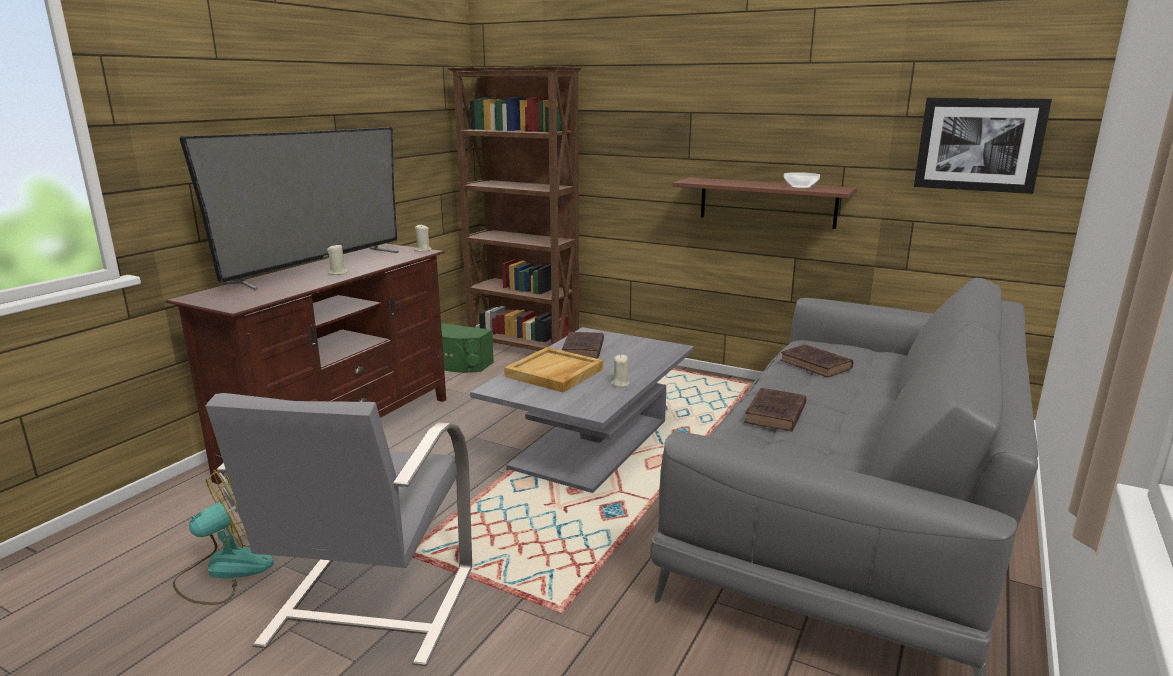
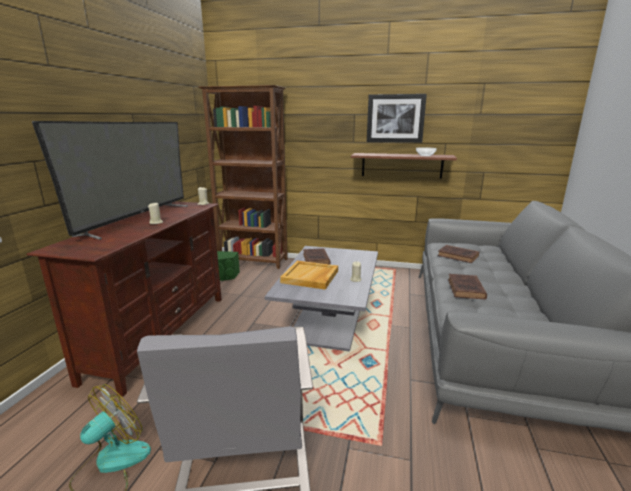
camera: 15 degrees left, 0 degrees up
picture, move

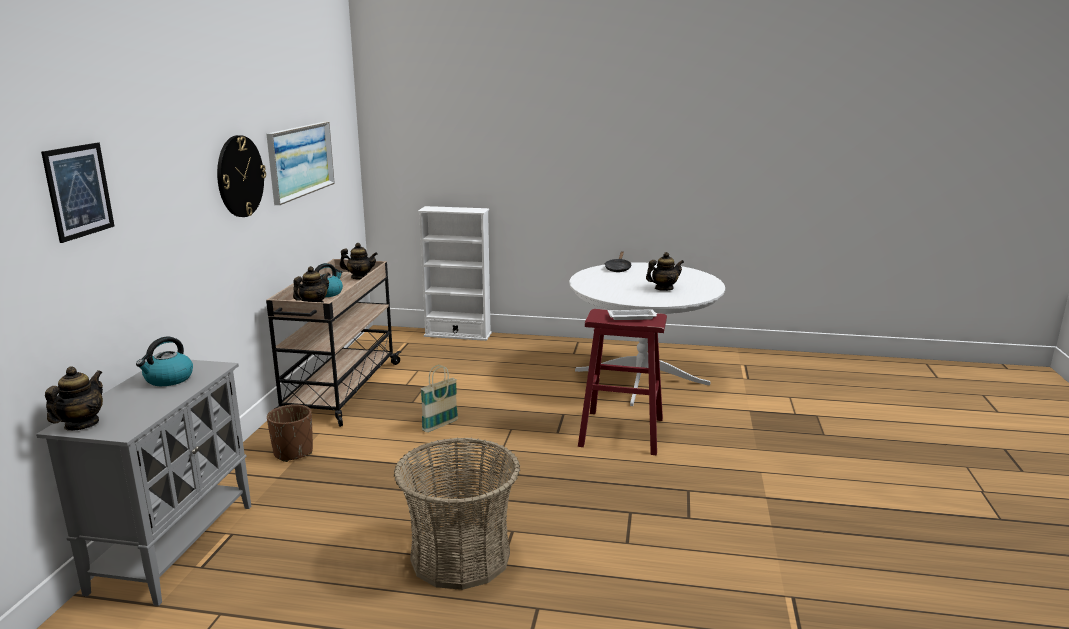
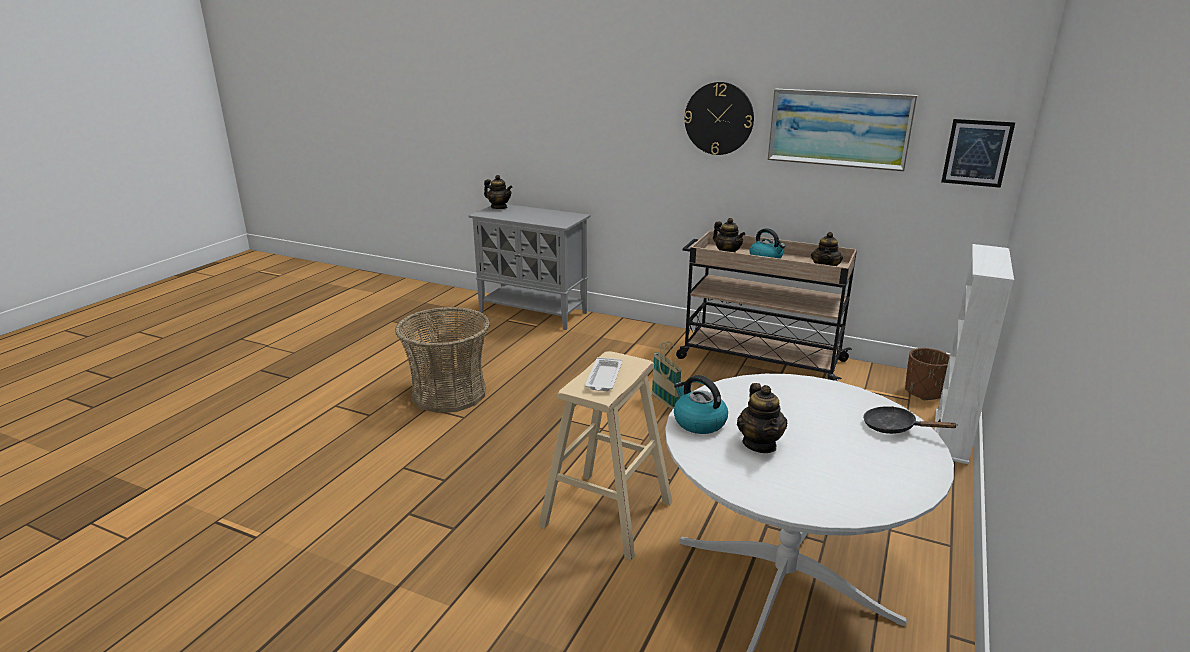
camera: 105 degrees right, 5 degrees up
picture (1st from left in the first image) => picture (2nd from left), move
kettle (1st from left), move
brown-coloured planter, move
red stool seat => beige stool seat

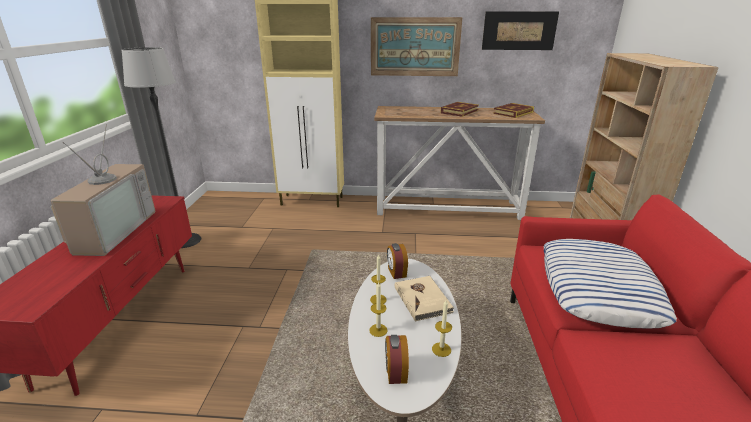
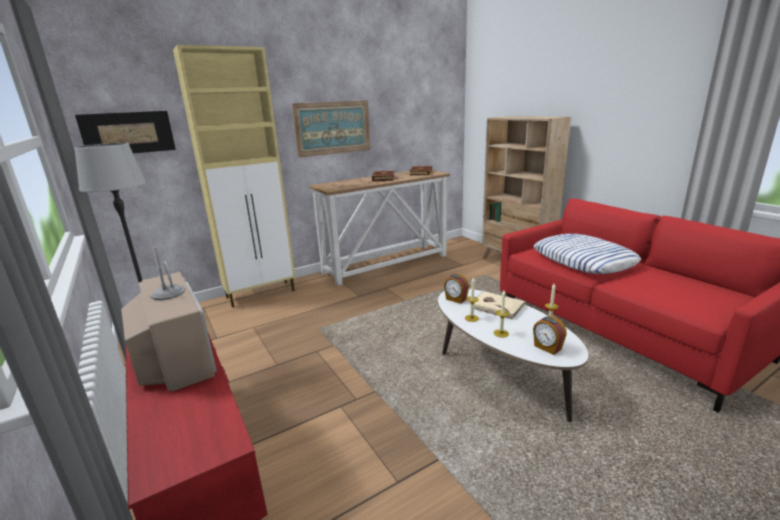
camera: 35 degrees left, 5 degrees down
picture (2nd from left in the first image) => picture (1st from left), move

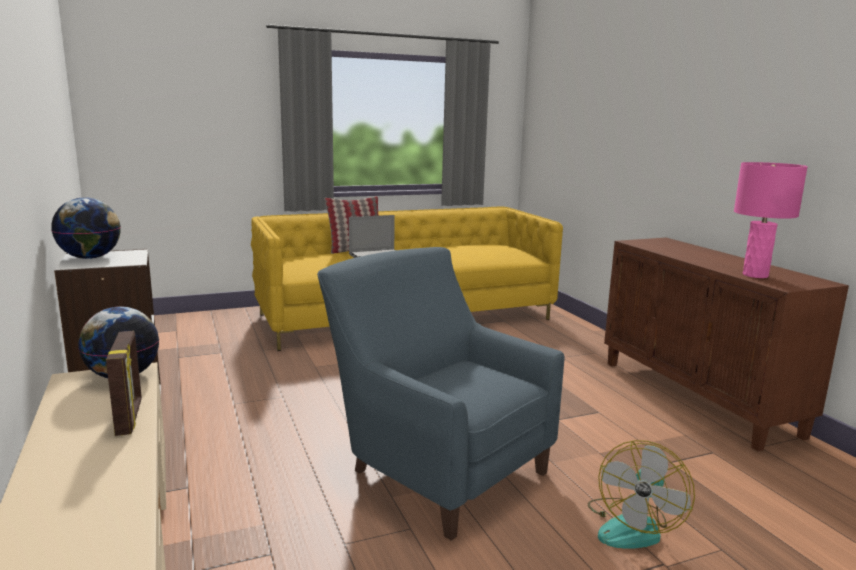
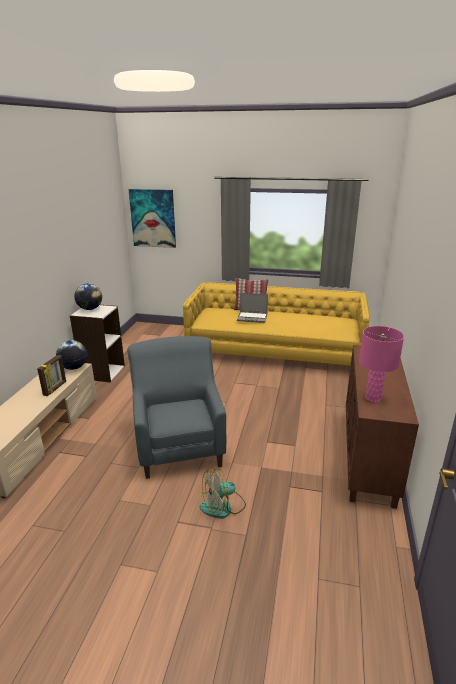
camera: 35 degrees right, 10 degrees up
nothing => picture

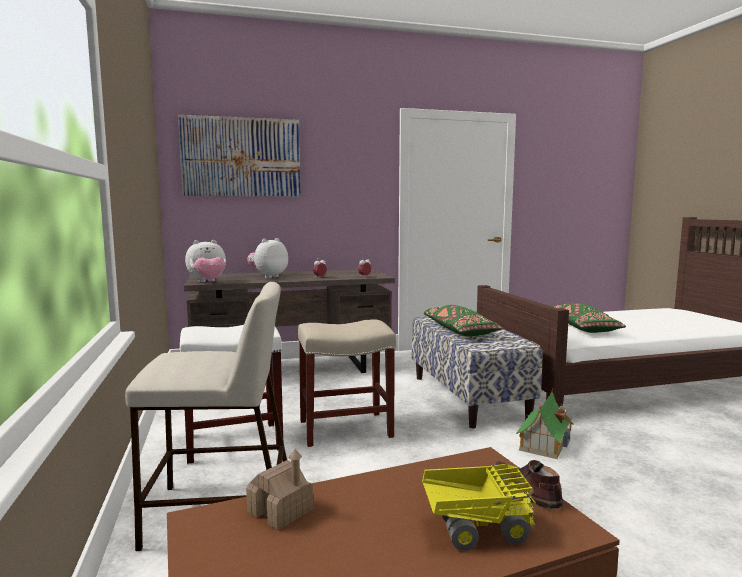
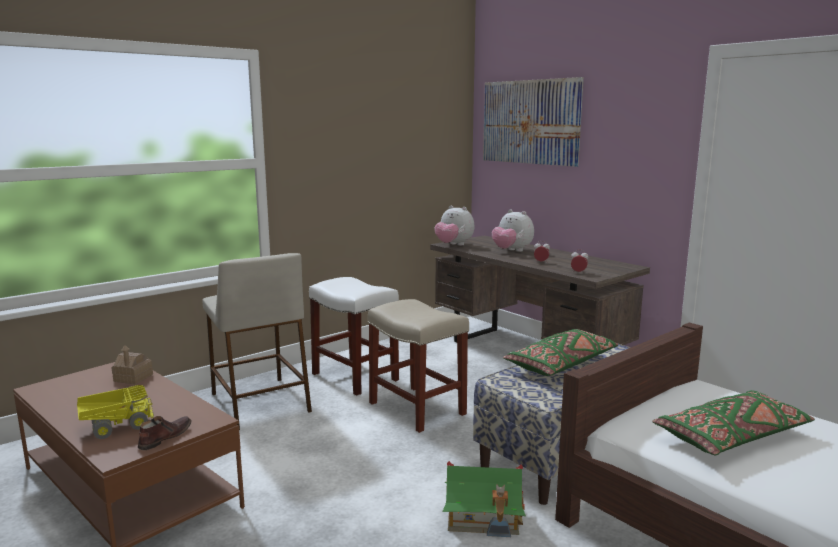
camera: 65 degrees right, 5 degrees up
plush toy (2nd from left), 150 degrees counterclockwise
toy lorry, 90 degrees counterclockwise

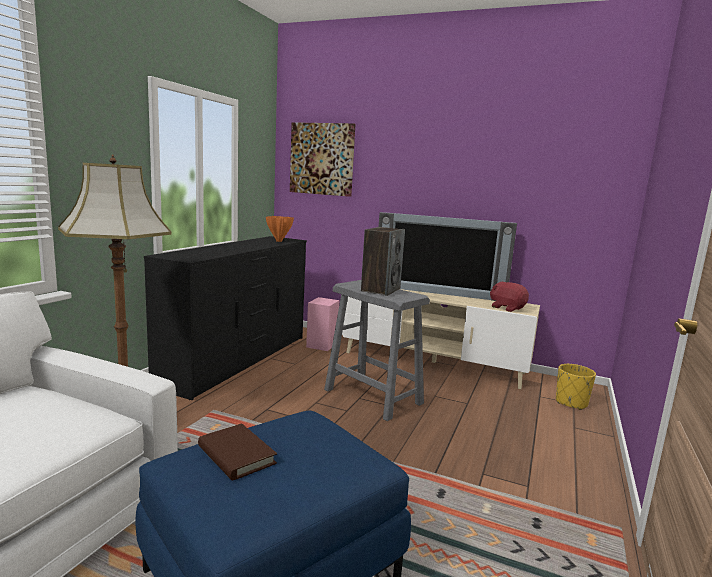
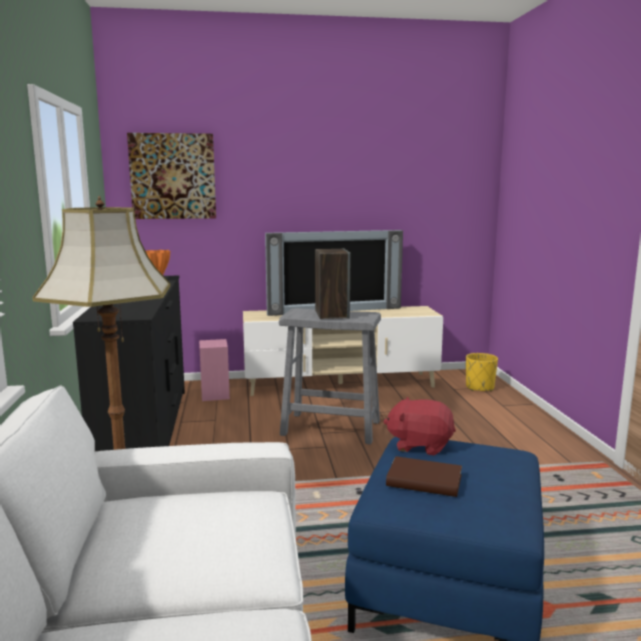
camera: 30 degrees left, 0 degrees up
red plush toy, move

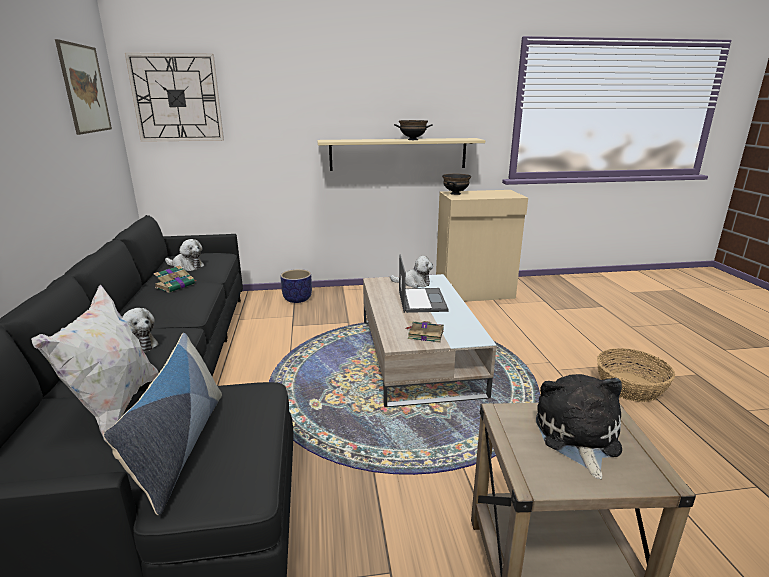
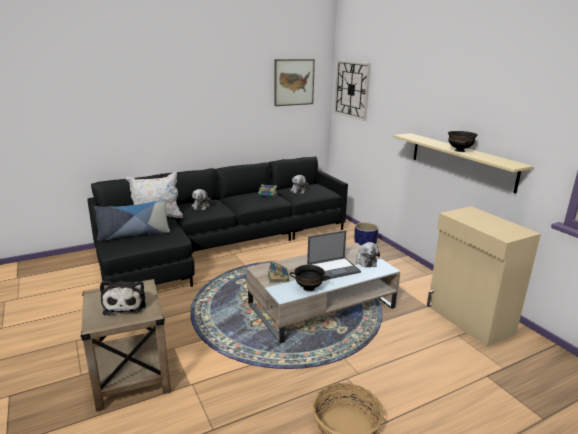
camera: 70 degrees right, 0 degrees up
black-coloured serving bowl (2nd from left in the first image) => black-coloured serving bowl (1st from left), move
plush toy (4th from left in the first image) => plush toy (1st from left), 90 degrees clockwise

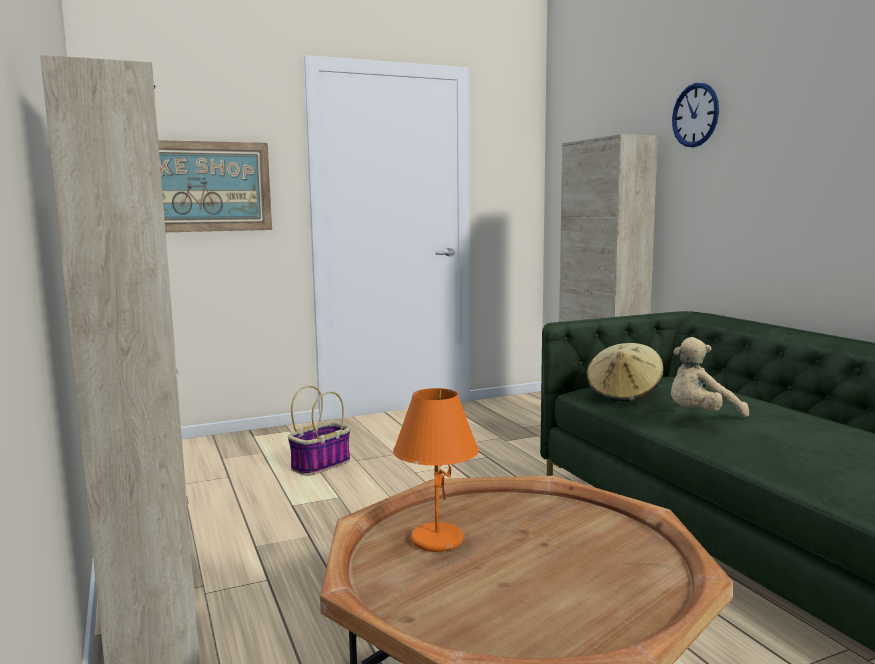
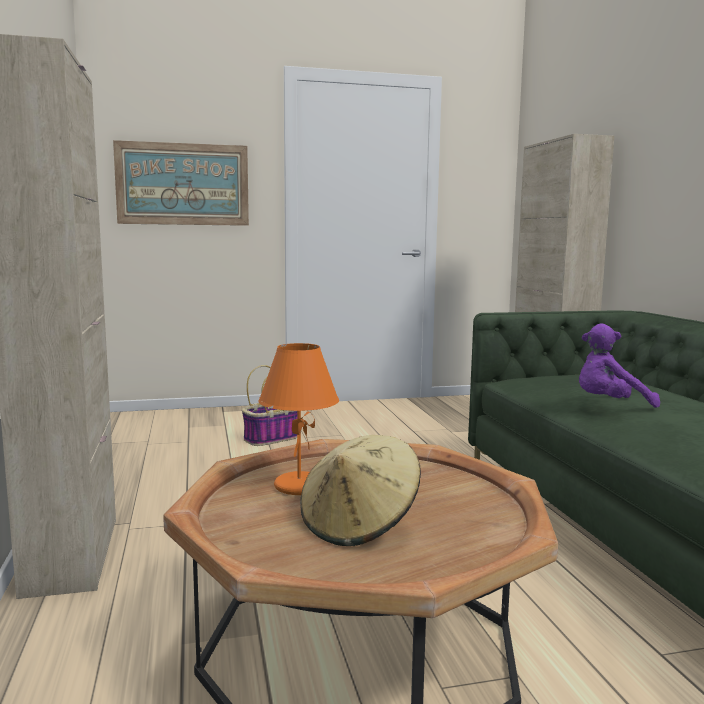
camera: 10 degrees right, 0 degrees up
beige hat, move
beige plush toy => purplish plush toy
hanging clock => nothing

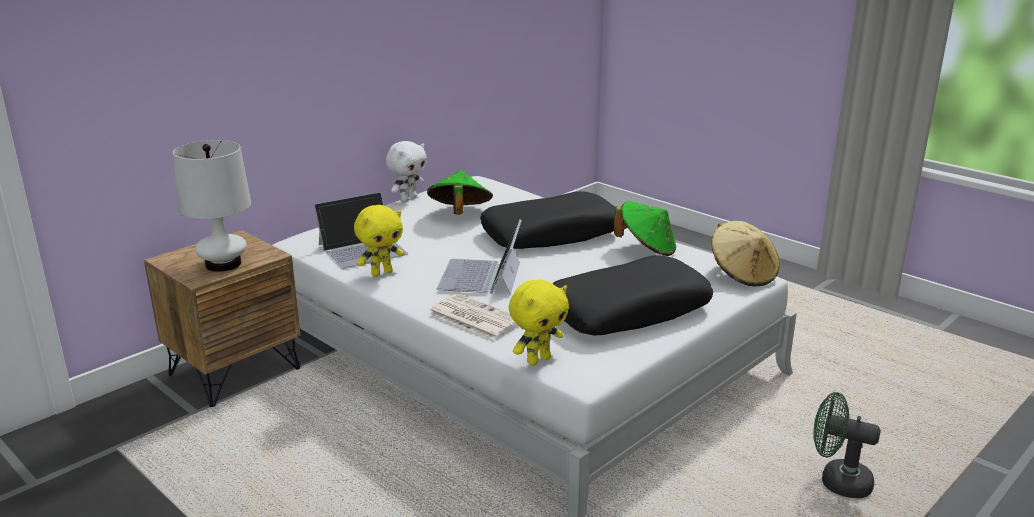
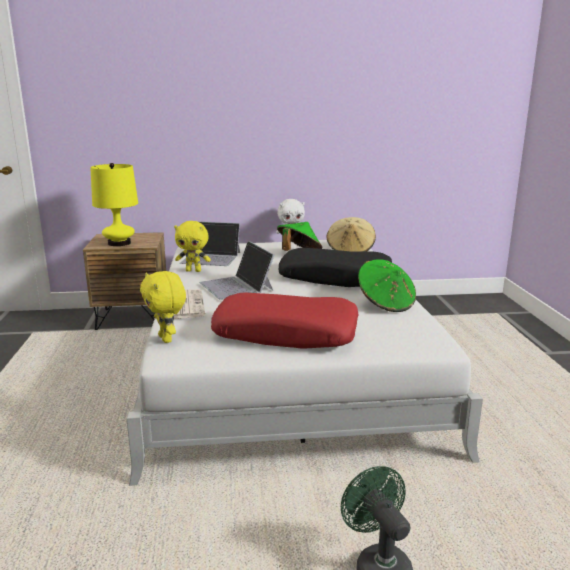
camera: 40 degrees right, 5 degrees down
whitish tabletop lamp => yellow tabletop lamp
laptop (2nd from left), 75 degrees counterclockwise
yellow plush toy (2nd from left in the first image) => yellow plush toy (1st from left), 60 degrees clockwise
black-coloured pillow (2nd from left) => red pillow
beige hat, move

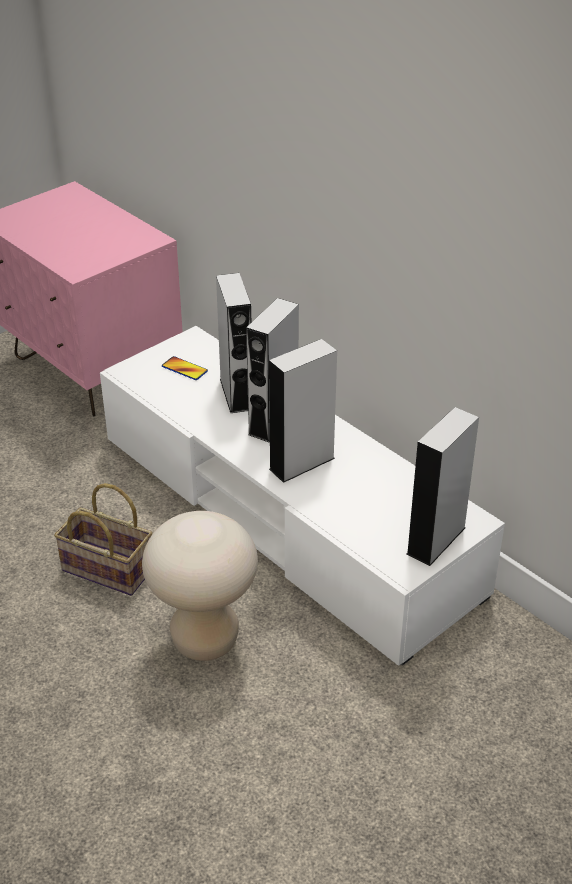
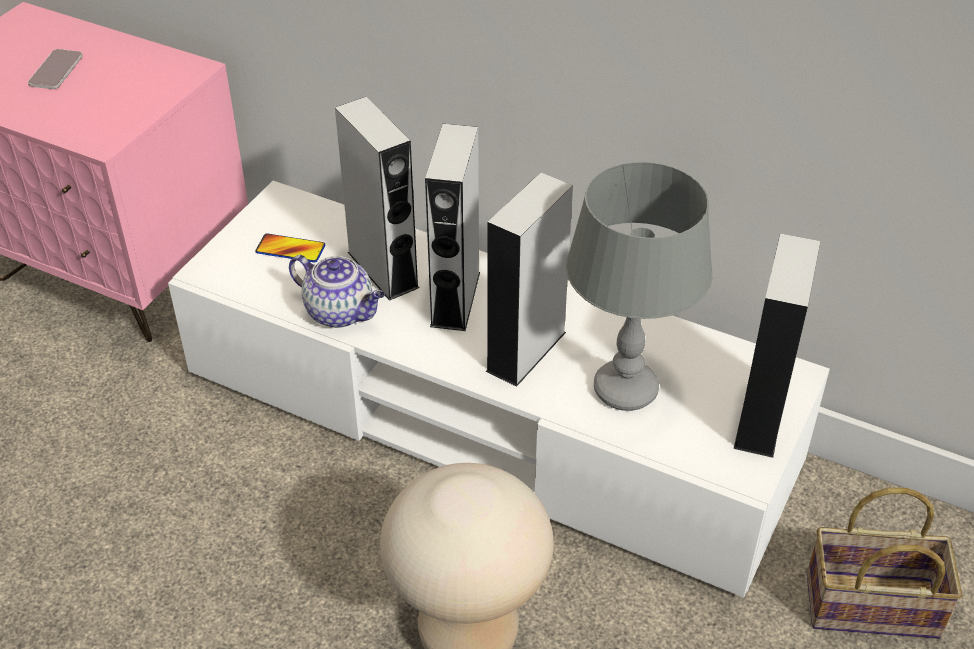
camera: 20 degrees left, 5 degrees up
basket, move
nothing => phone (1st from left)
nothing => pot for tea
nothing => grey tabletop lamp

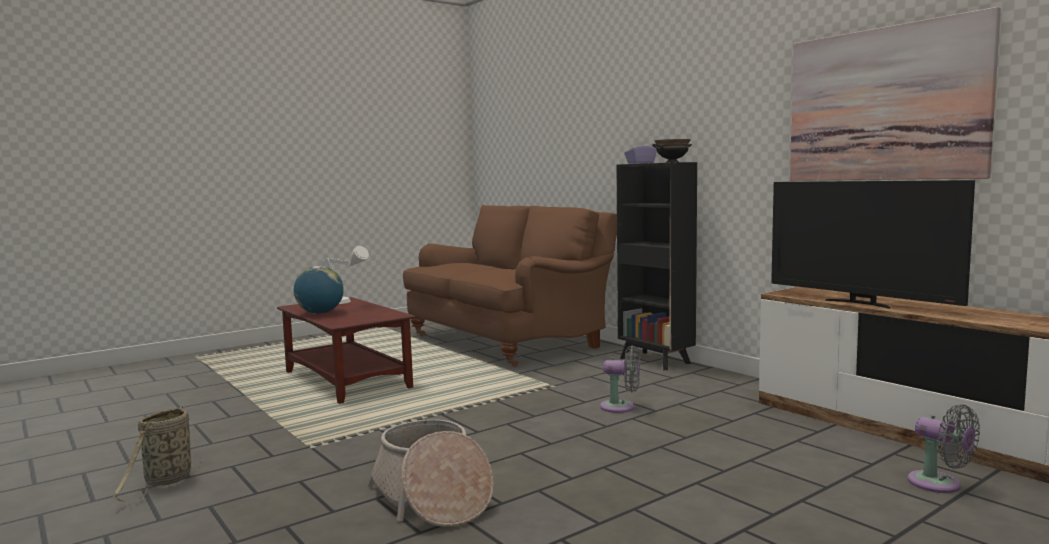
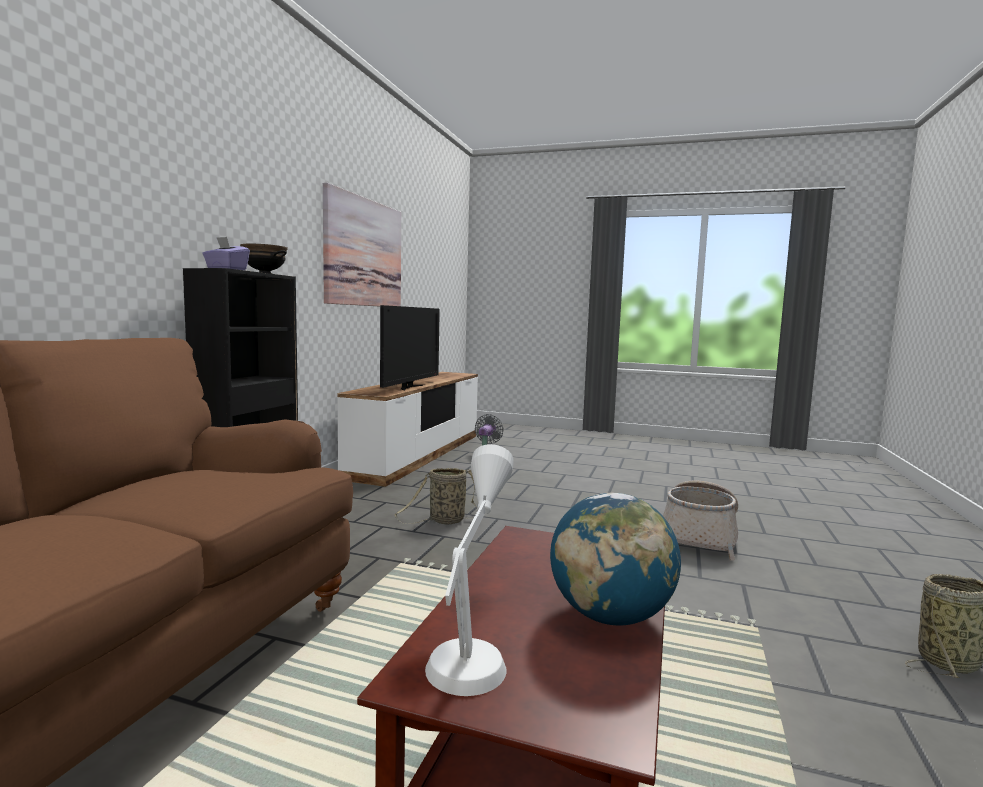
camera: 125 degrees left, 0 degrees up
grey cooling fan (1st from left) => basket (1st from left)

